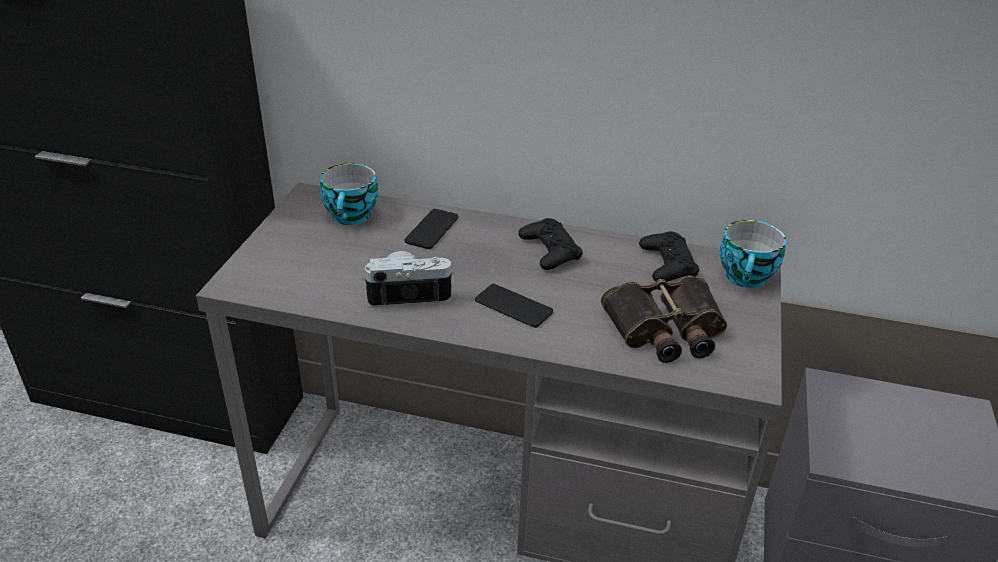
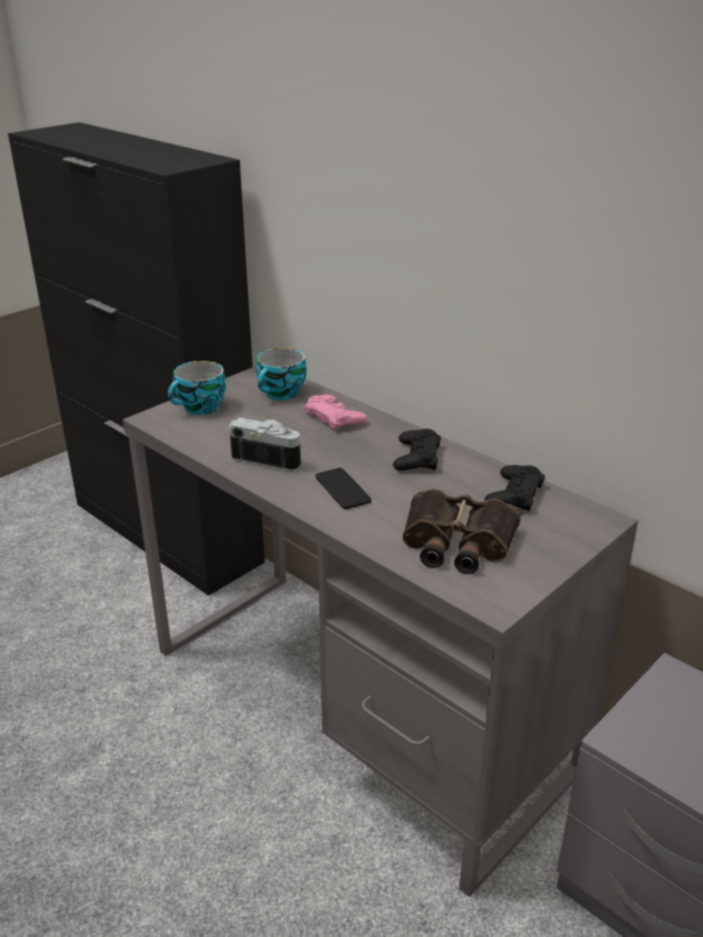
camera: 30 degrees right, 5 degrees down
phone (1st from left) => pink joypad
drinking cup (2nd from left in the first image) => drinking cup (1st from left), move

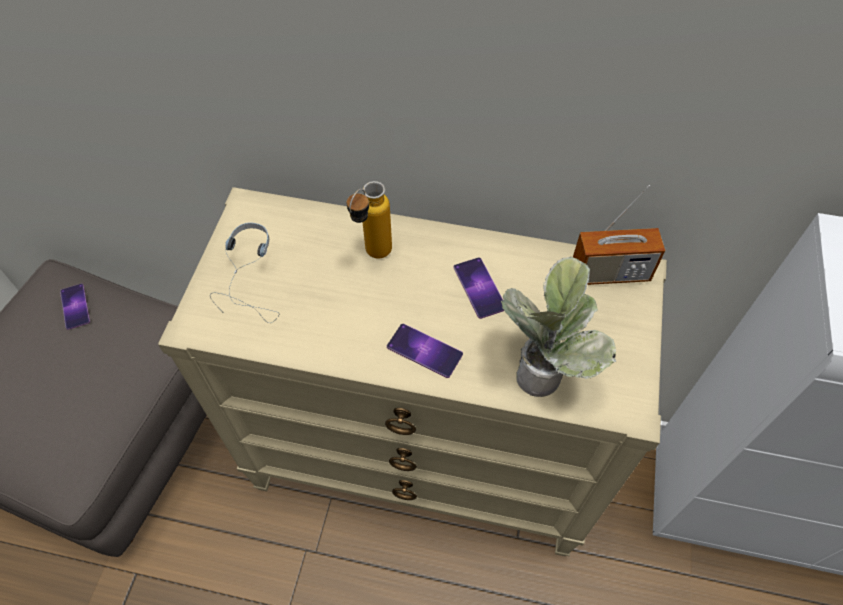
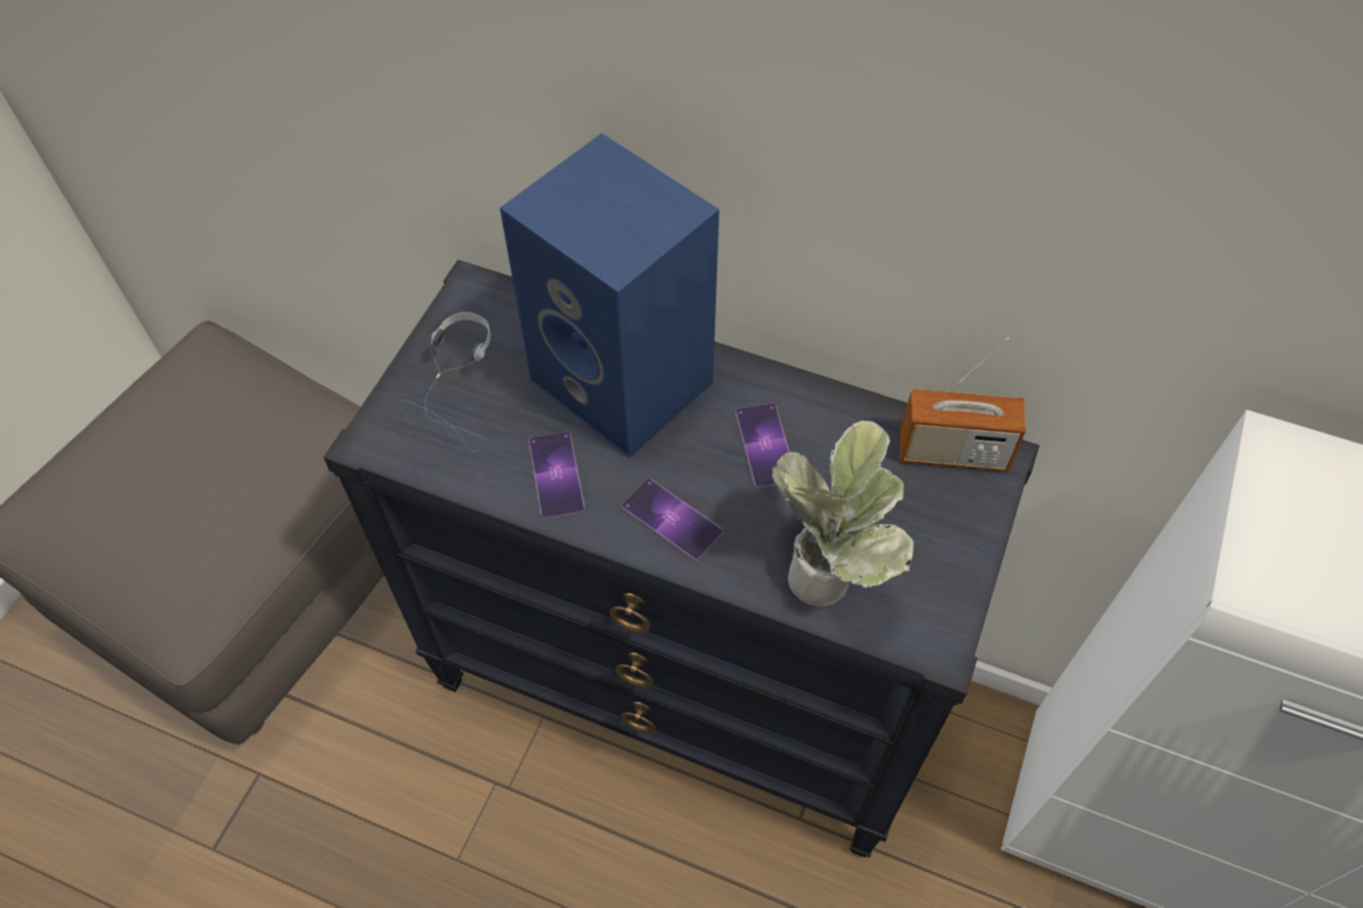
camera: 10 degrees right, 0 degrees up
phone (1st from left), move
beige chest of drawers => black-coloured chest of drawers
beverage bottle => blue-coloured audio speaker

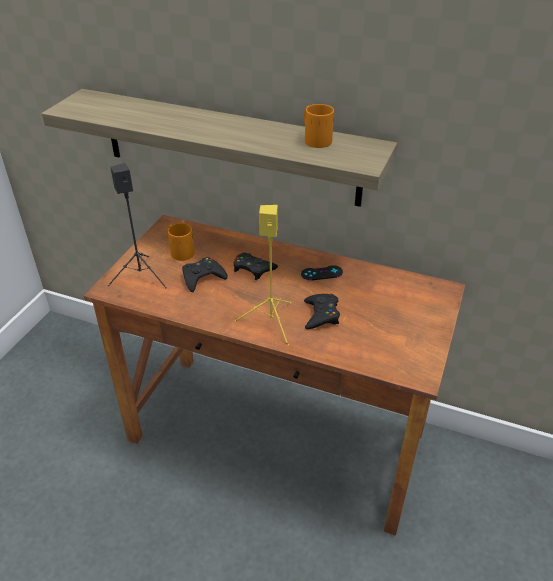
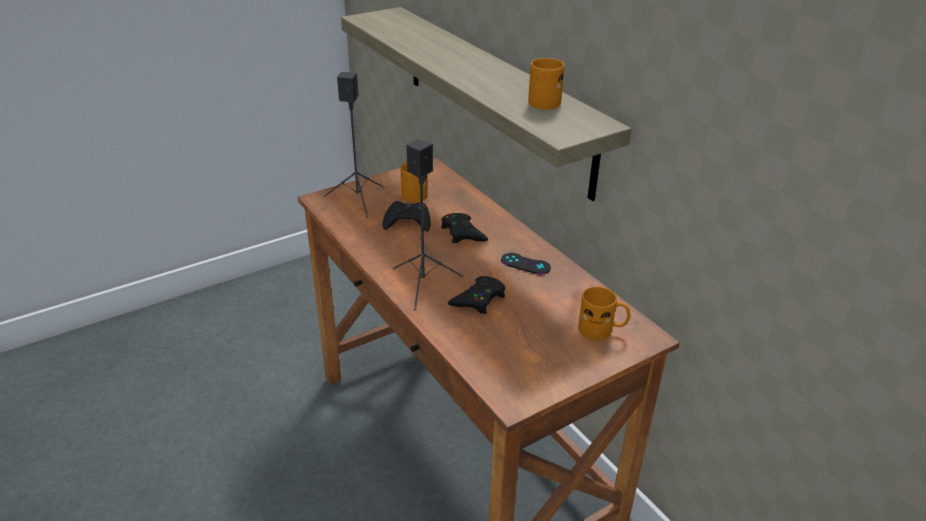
camera: 35 degrees right, 5 degrees down
yellow audio speaker => black-coloured audio speaker (2nd from left)
nothing => orange coffee mug (3rd from left)

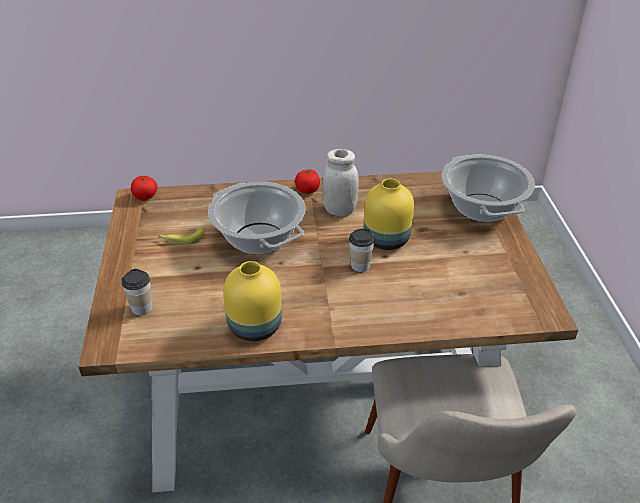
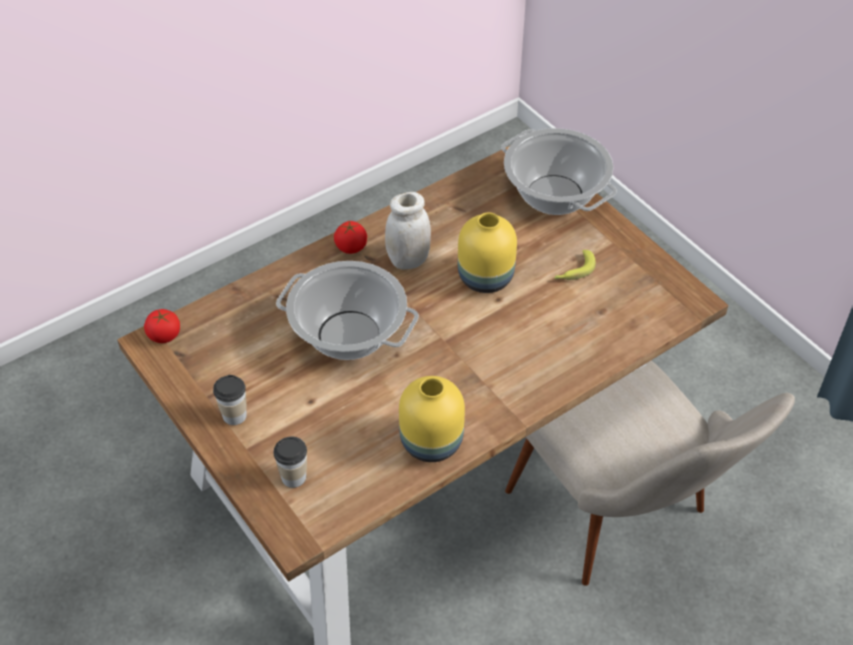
camera: 30 degrees left, 10 degrees up
banana, move
drinking cup (2nd from left in the first image) => drinking cup (1st from left), move

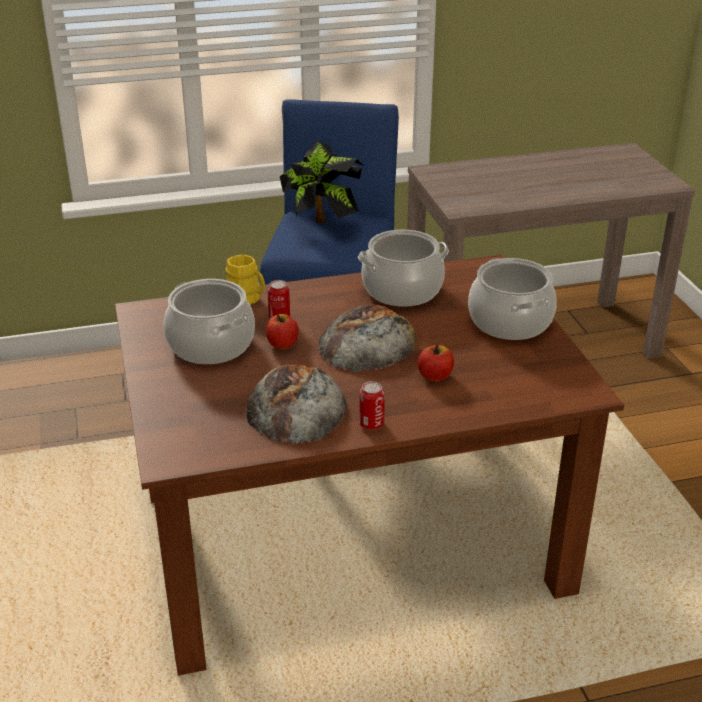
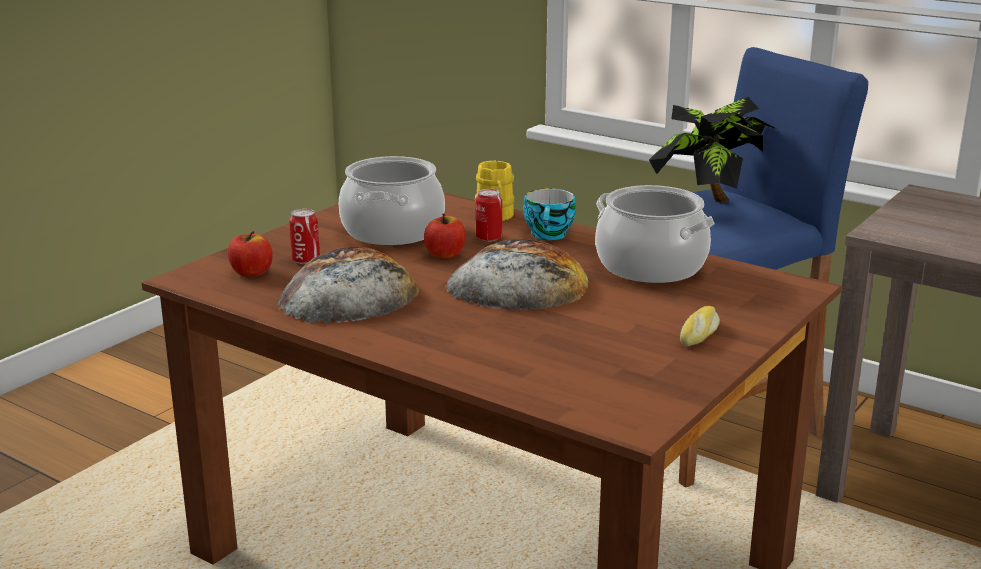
camera: 50 degrees right, 10 degrees down
metal can (2nd from left in the first image) => metal can (1st from left), move
apple fruit (2nd from left in the first image) => apple fruit (1st from left), move
cooking pot (3rd from left) => bread (3rd from left)
nothing => drinking cup

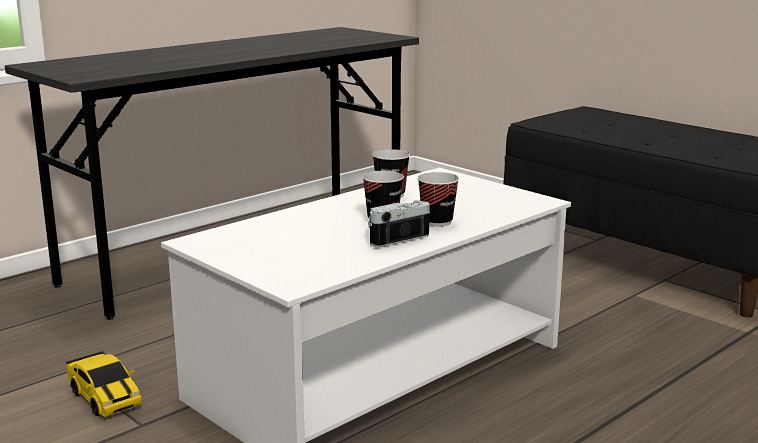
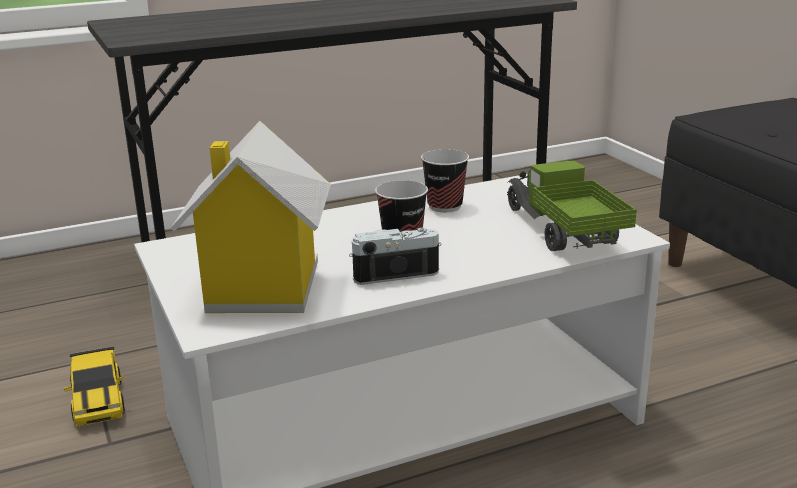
camera: 20 degrees right, 5 degrees up
drinking cup (3rd from left) => nothing
nothing => toy house
nothing => toy lorry

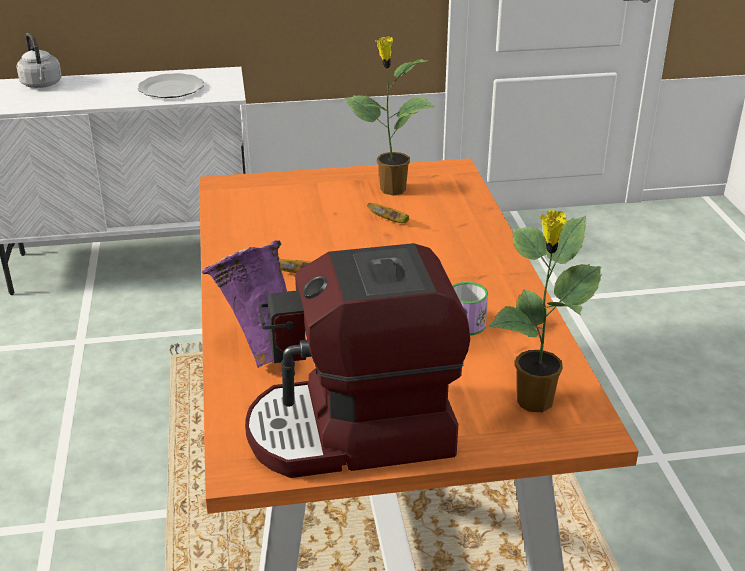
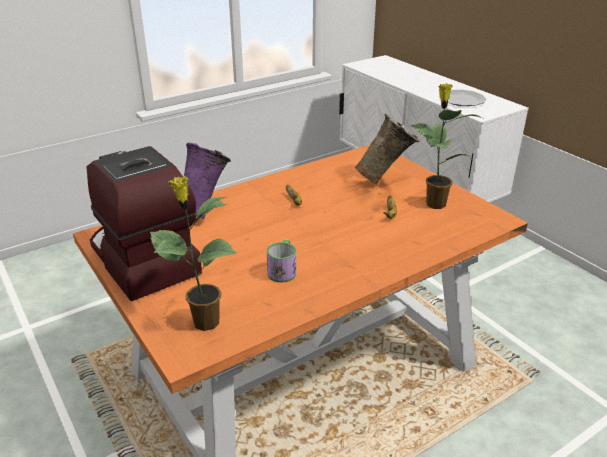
camera: 65 degrees right, 0 degrees up
grey kettle => nothing
nothing => beige flower vase

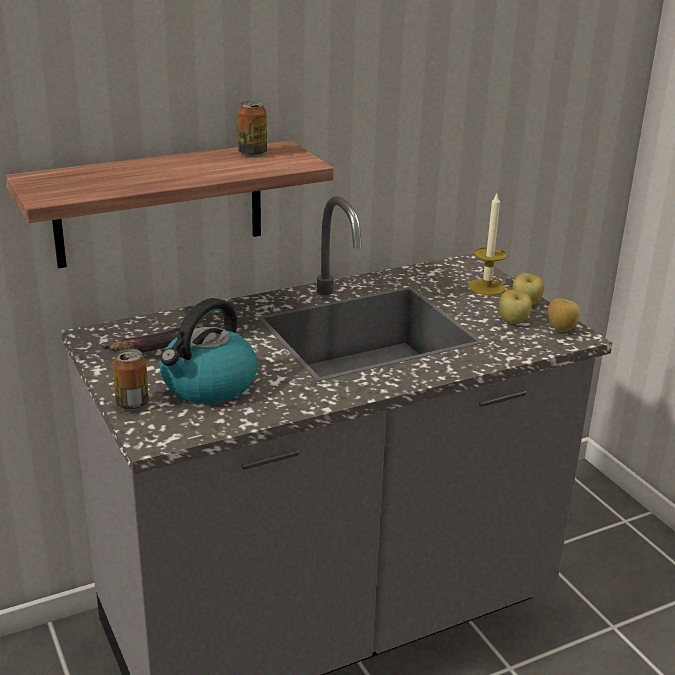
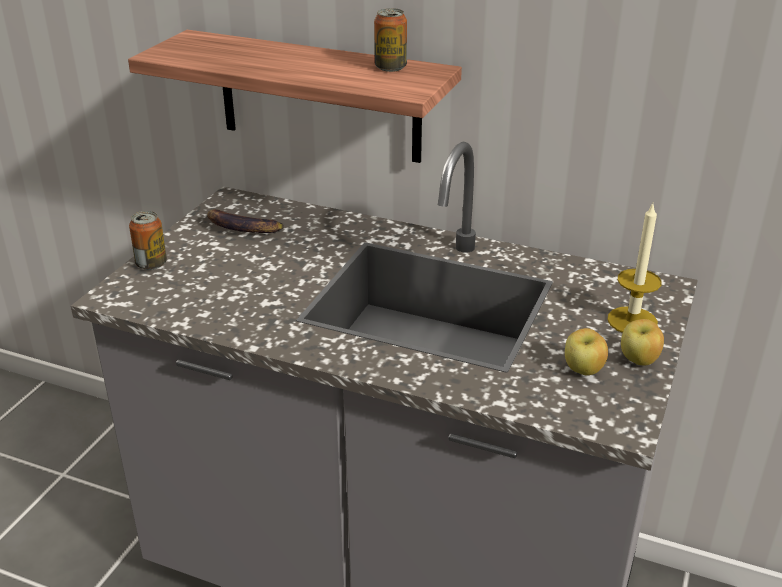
camera: 50 degrees right, 5 degrees up
kettle => nothing
apple fruit (3rd from left) => nothing

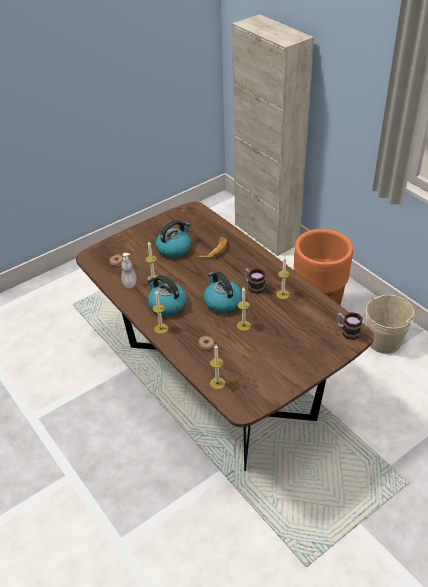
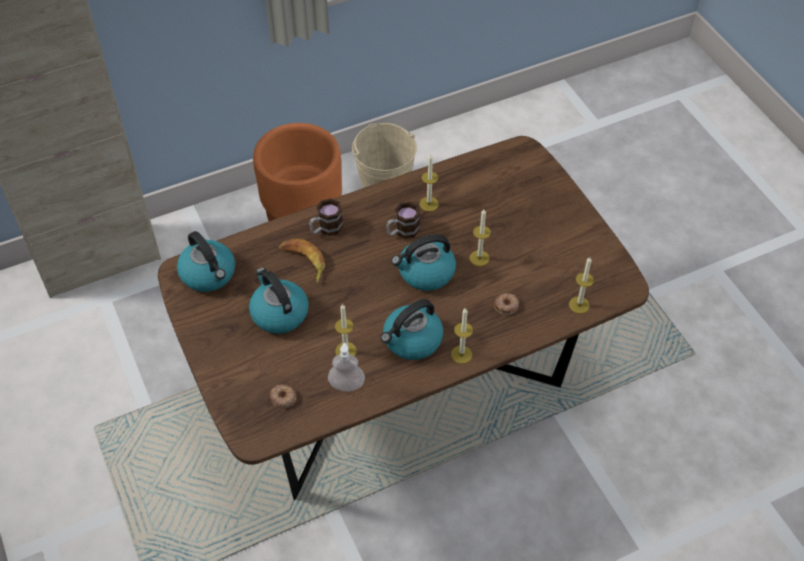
camera: 80 degrees left, 10 degrees up
coffee mug (2nd from left in the first image) => coffee mug (1st from left), move
nothing => kettle (1st from left)

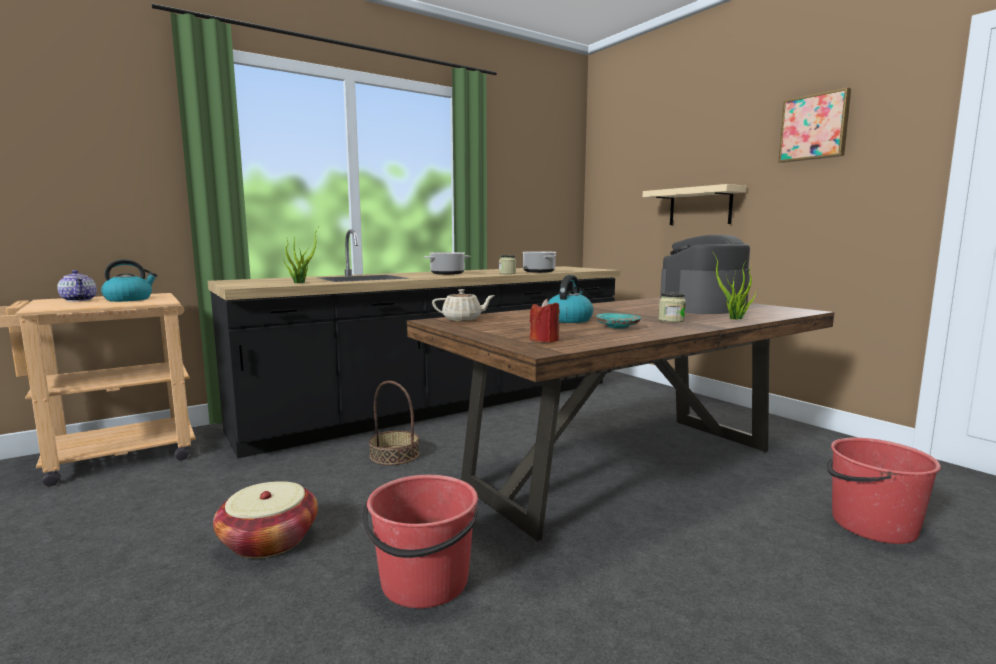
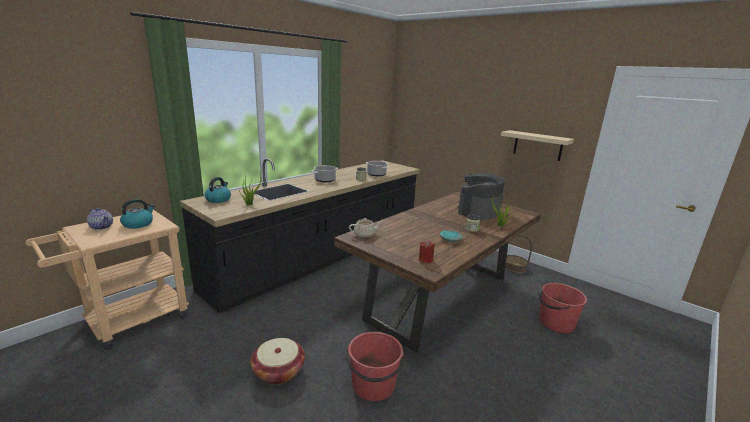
camera: 15 degrees left, 10 degrees up
basket (2nd from left), move
kettle (2nd from left), move
beige shelf, move
picture => nothing

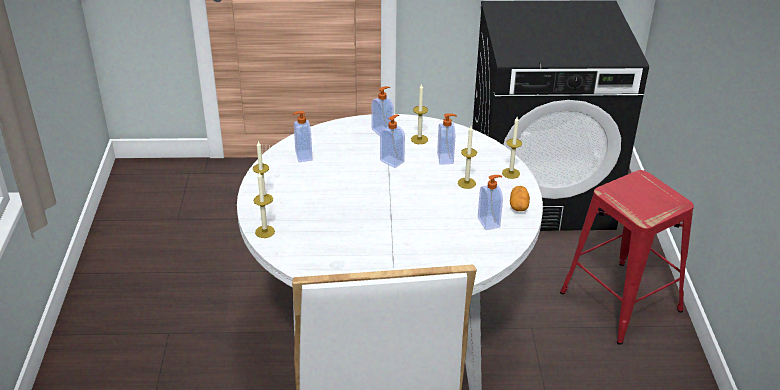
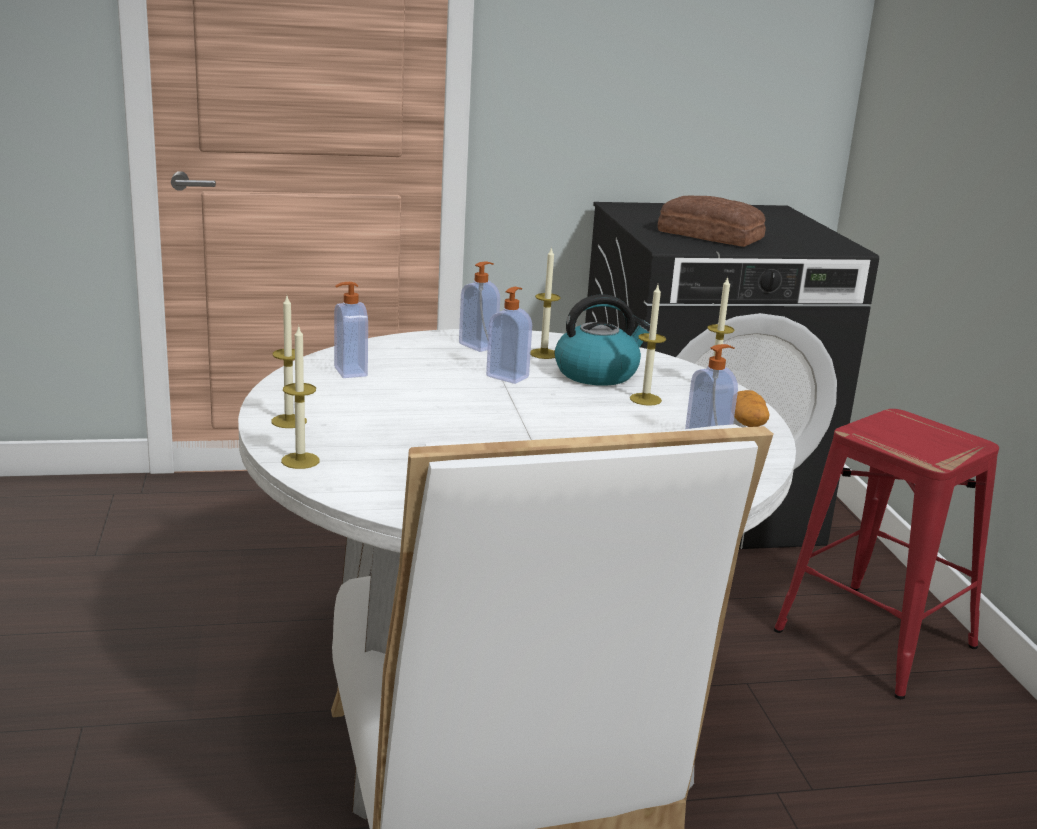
camera: 10 degrees left, 15 degrees down
soap dispenser (4th from left) => kettle
nothing => bread

